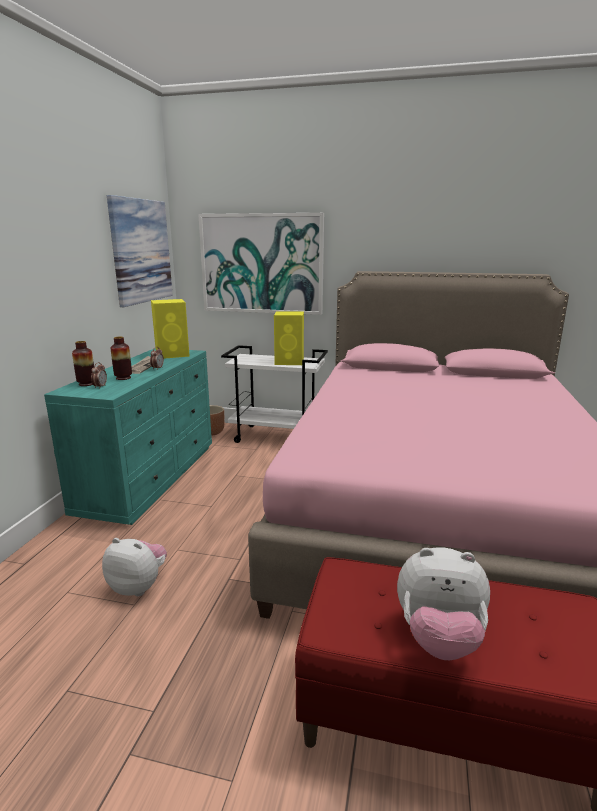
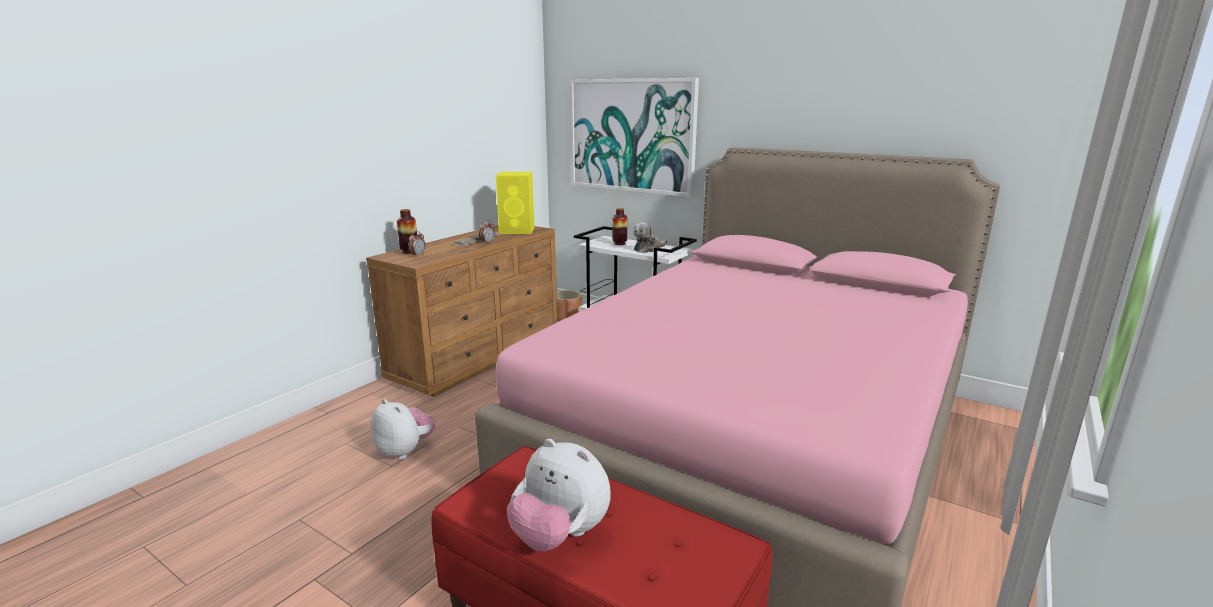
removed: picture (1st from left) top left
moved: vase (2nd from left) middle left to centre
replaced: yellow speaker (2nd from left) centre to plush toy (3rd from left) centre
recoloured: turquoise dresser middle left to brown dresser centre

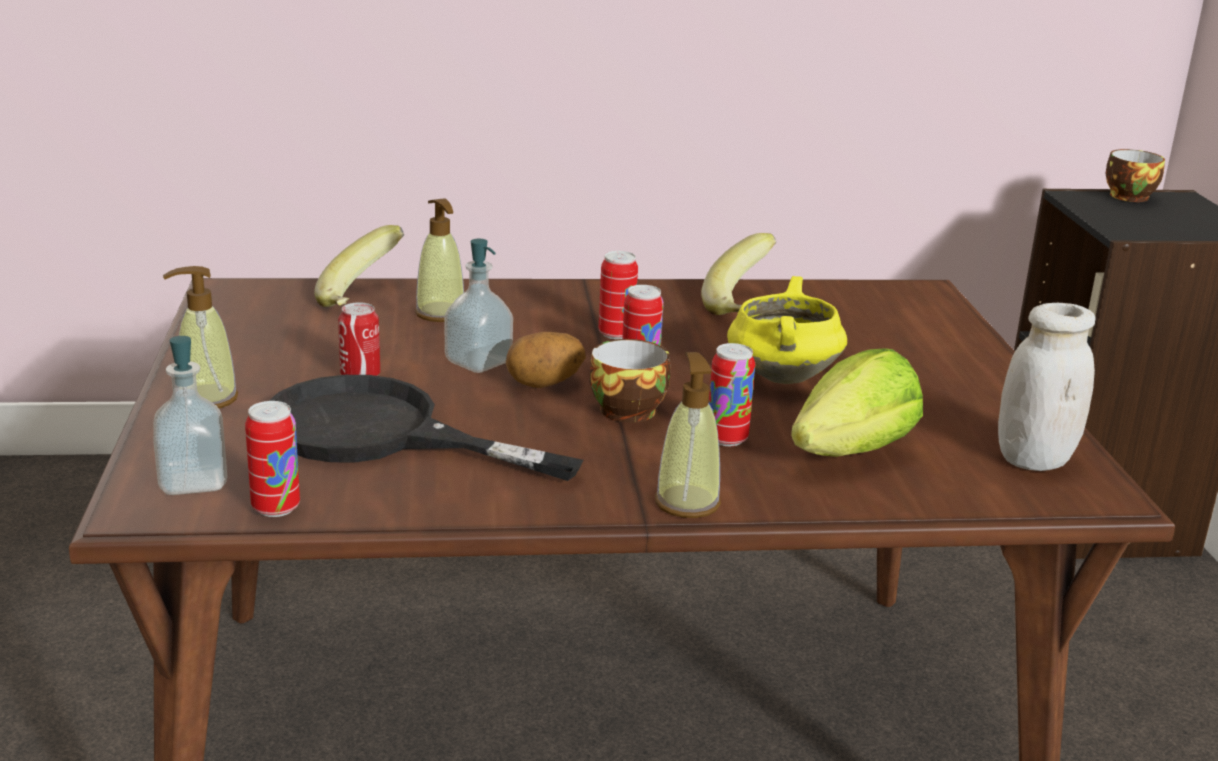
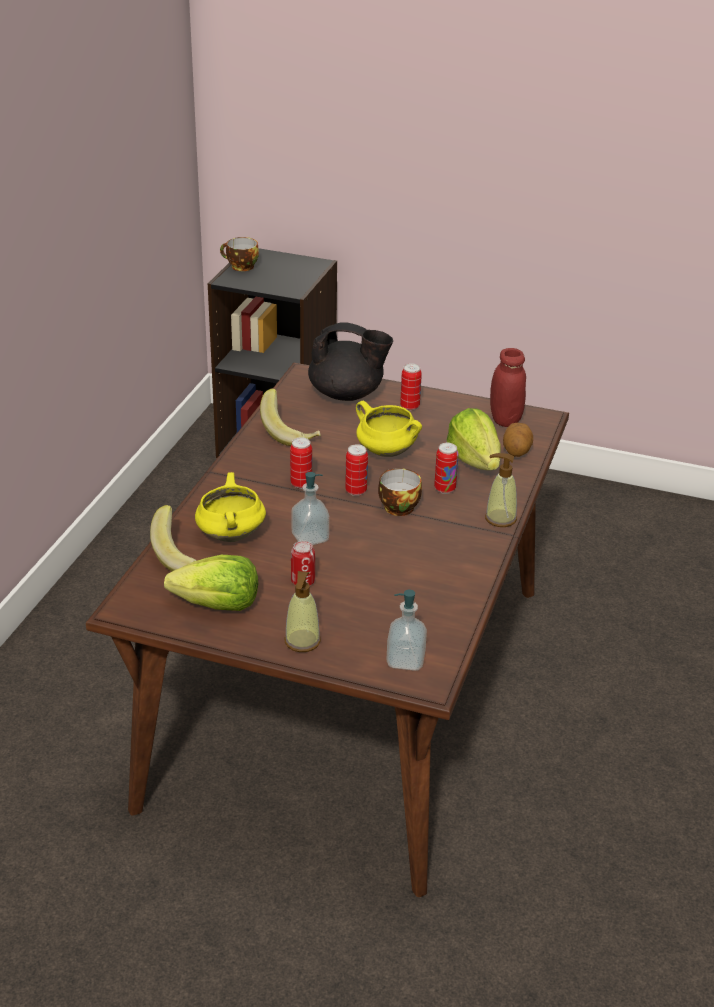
removed: black frying pan centre
added: lettuce (1st from left) middle left; black teapot centre
moved: can (1st from left in the first image) middle left to can (4th from left) centre; potato centre to middle right
replaced: soap dispenser (3rd from left) centre to yellow cooking pot (1st from left) middle left
recoloured: white jar middle right to red jar middle right

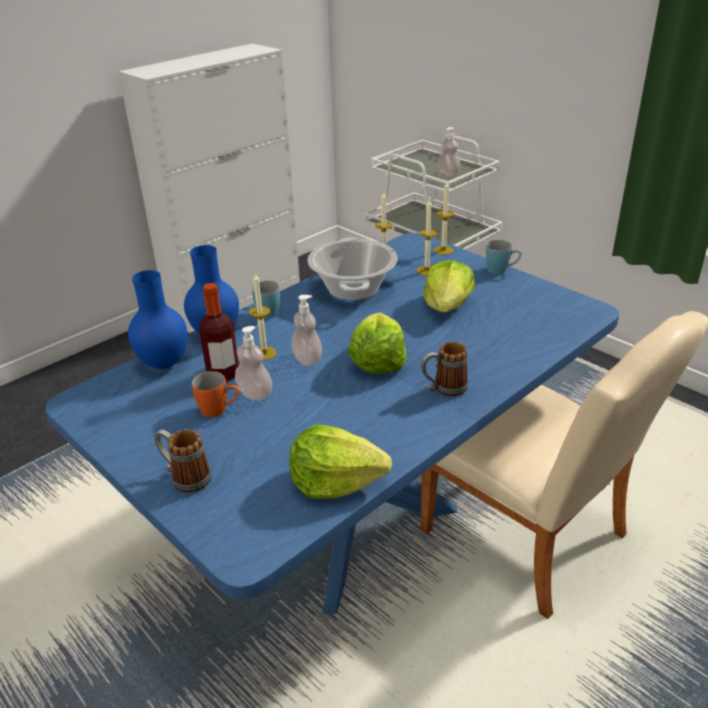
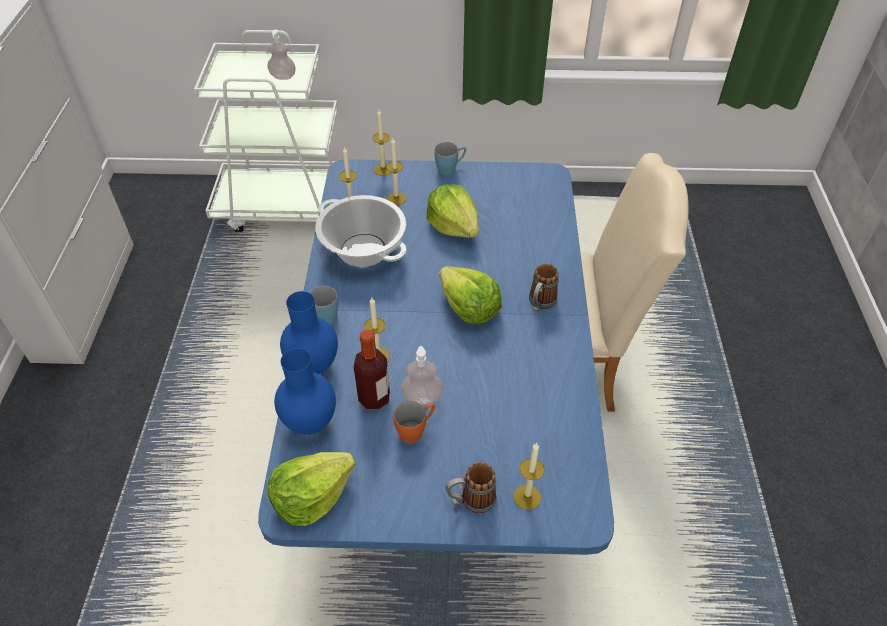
removed: soap dispenser (2nd from left) centre
added: candle (5th from left) bottom centre
moved: lettuce (1st from left) centre to bottom centre

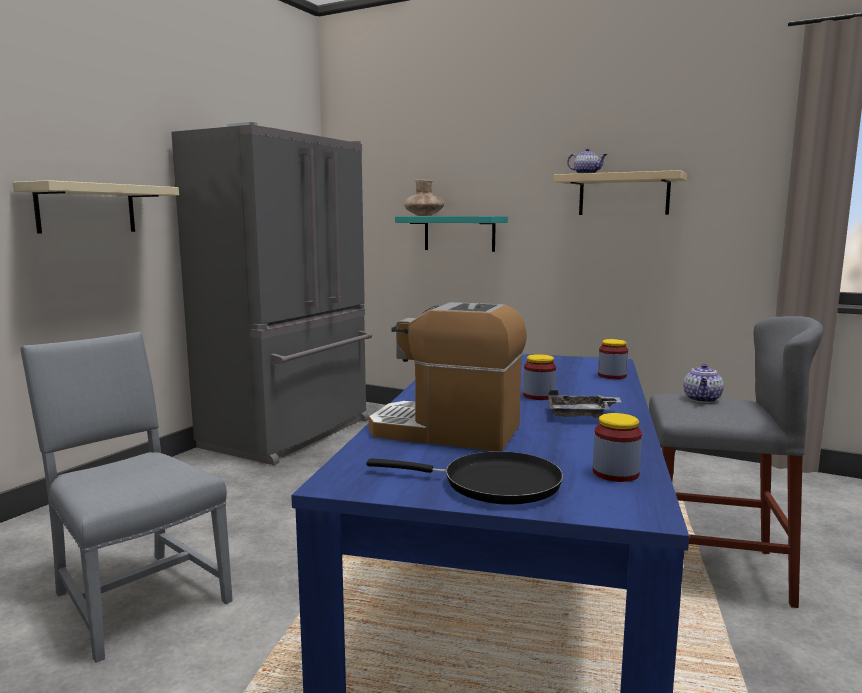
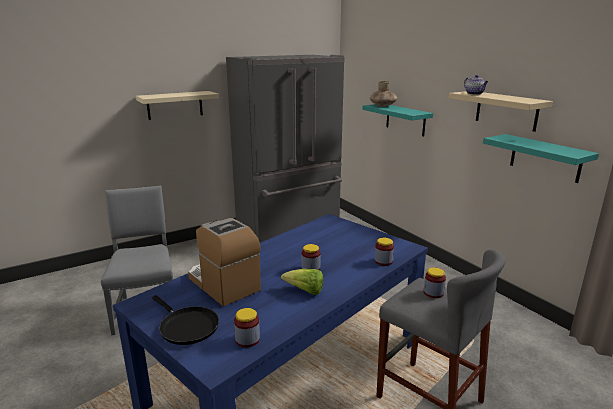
added: turquoise shelf (2nd from left) middle right
replaced: grey tray middle right to lettuce bottom centre; teapot (2nd from left) middle right to jar (4th from left) bottom right

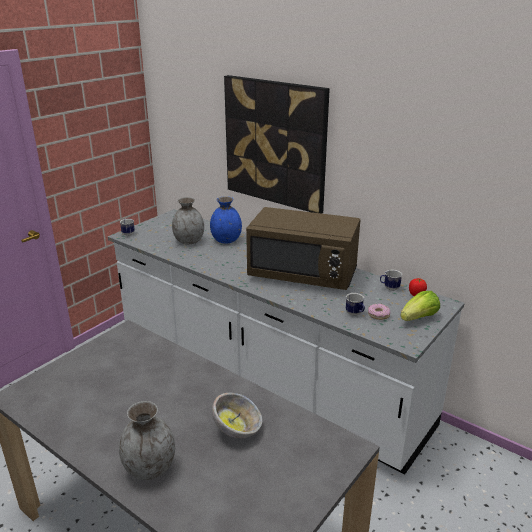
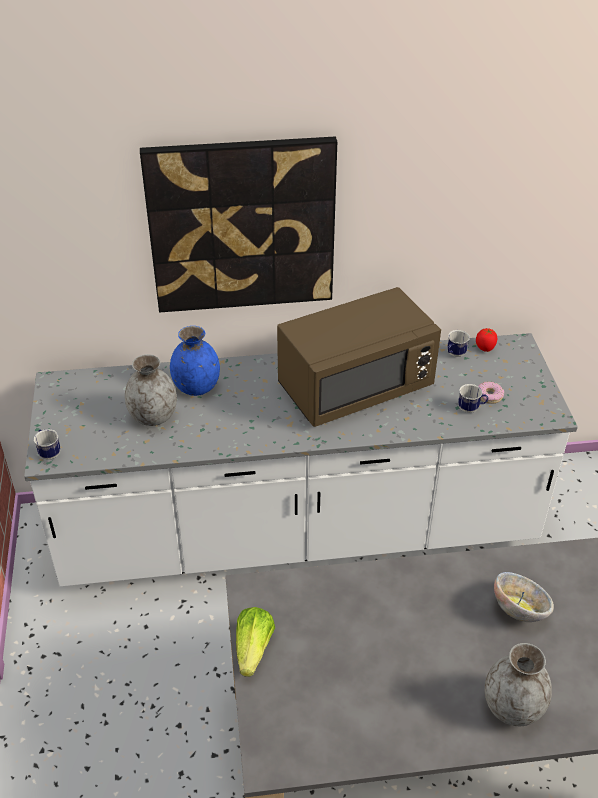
moved: lettuce middle right to bottom centre

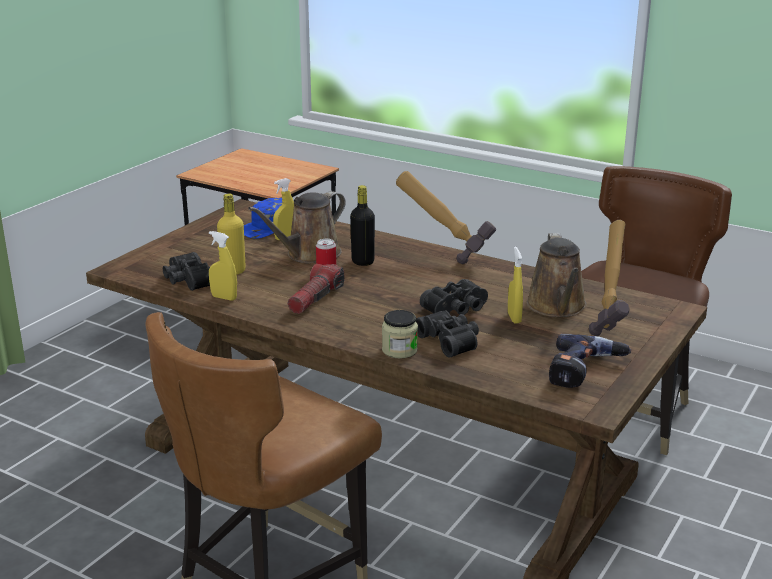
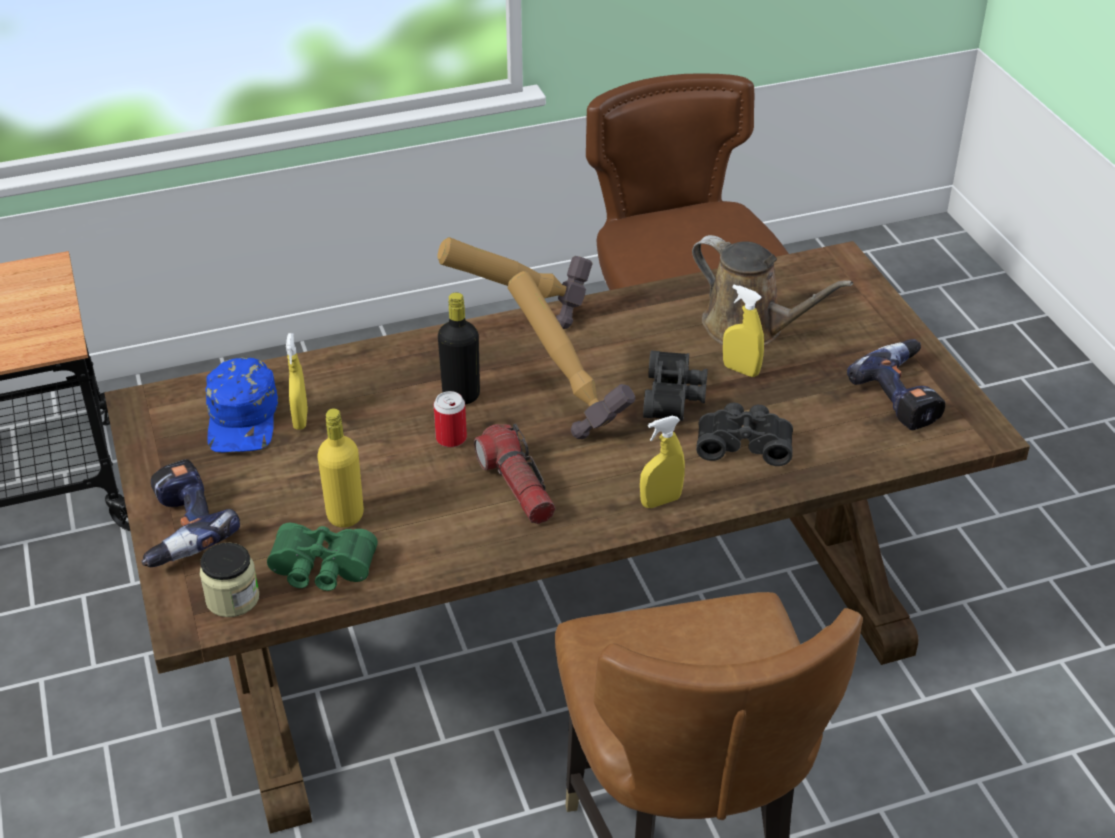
removed: brown watering can (1st from left) centre
added: power drill (1st from left) middle left
moved: yellow spray bottle (1st from left in the first image) middle left to yellow spray bottle (2nd from left) centre; jar centre to bottom left; hammer (2nd from left) middle right to centre
recoloured: black binoculars (1st from left) middle left to green binoculars middle left

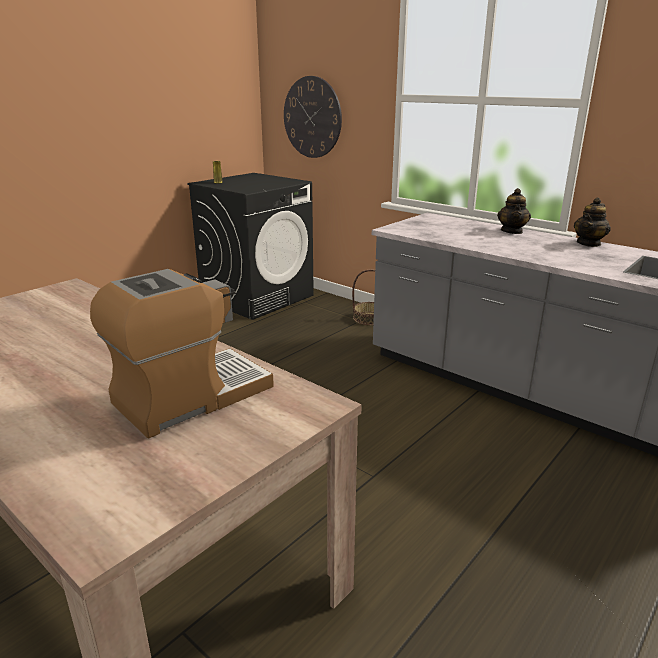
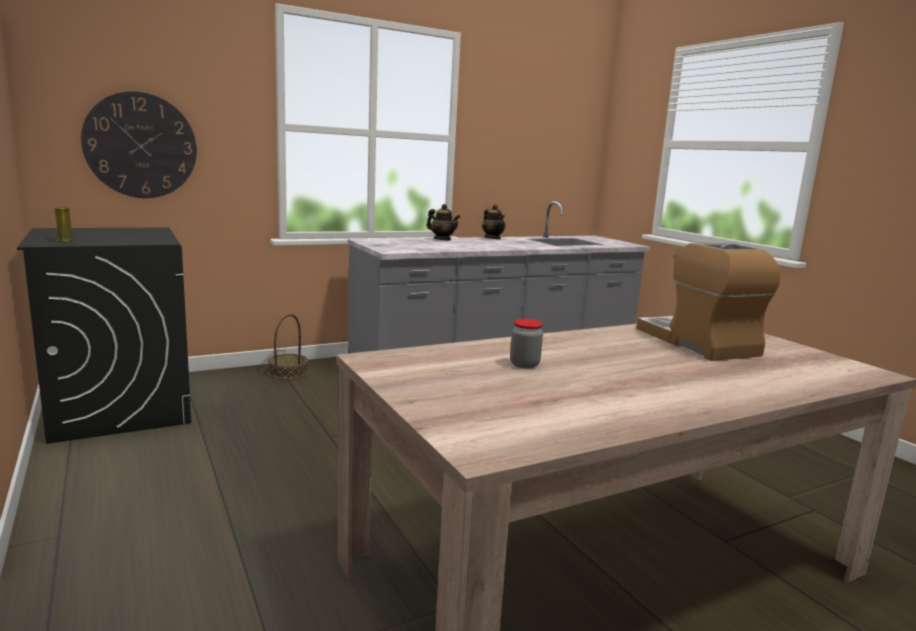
added: jar centre

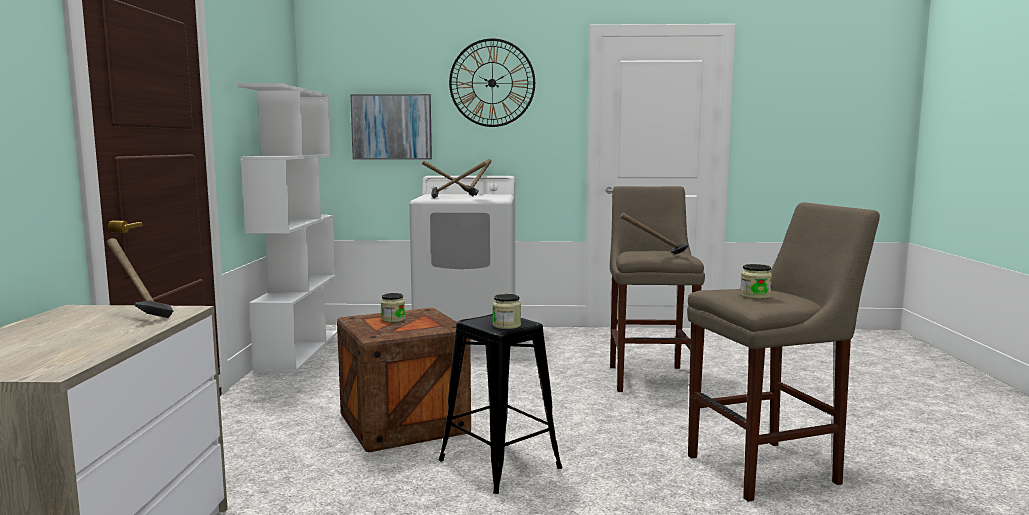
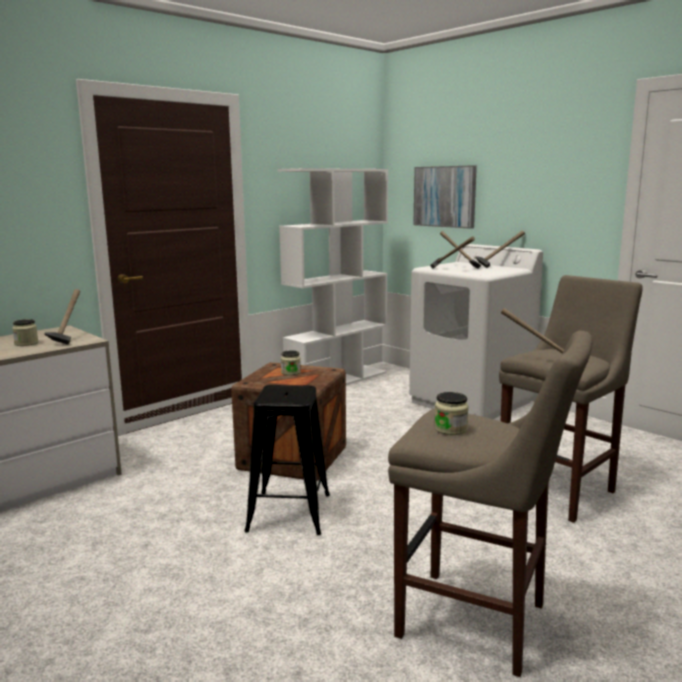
removed: wall clock top centre
moved: jar (2nd from left in the first image) centre to jar (1st from left) middle left

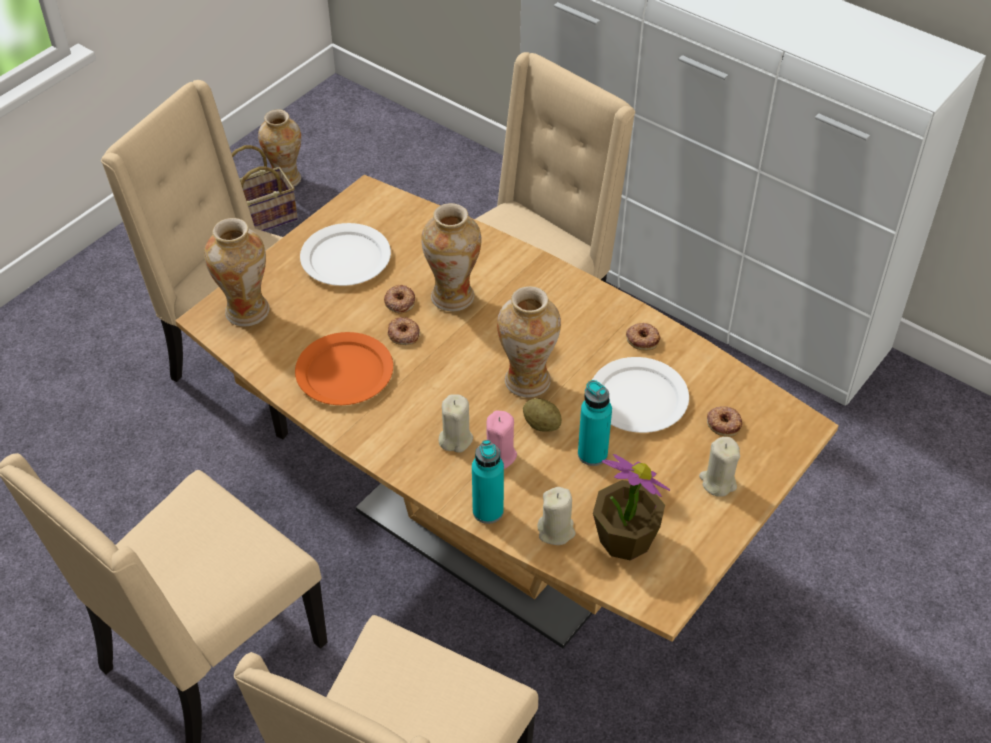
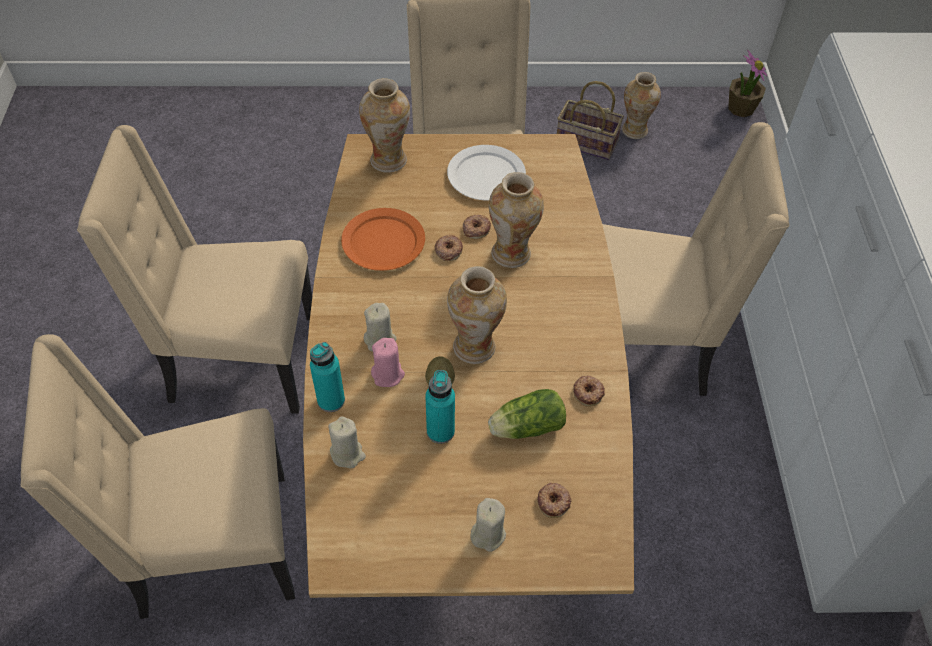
moved: potted plant bottom centre to top right
replaced: white plate (2nd from left) centre to lettuce centre

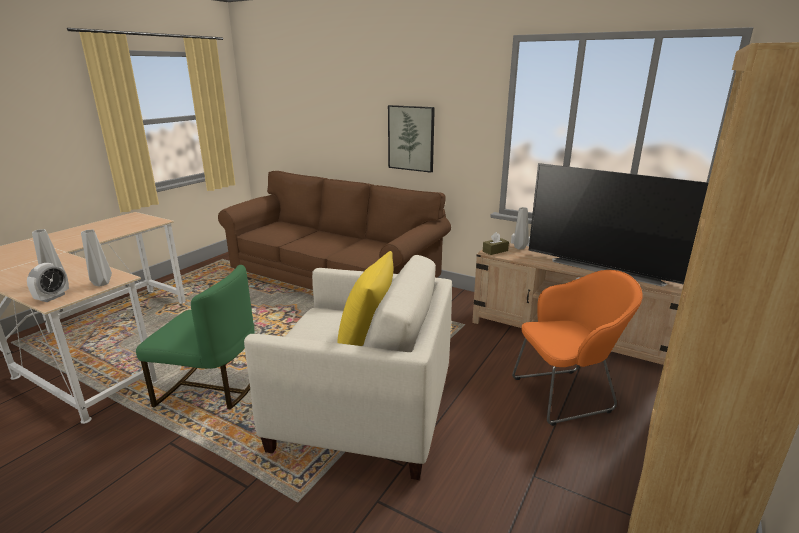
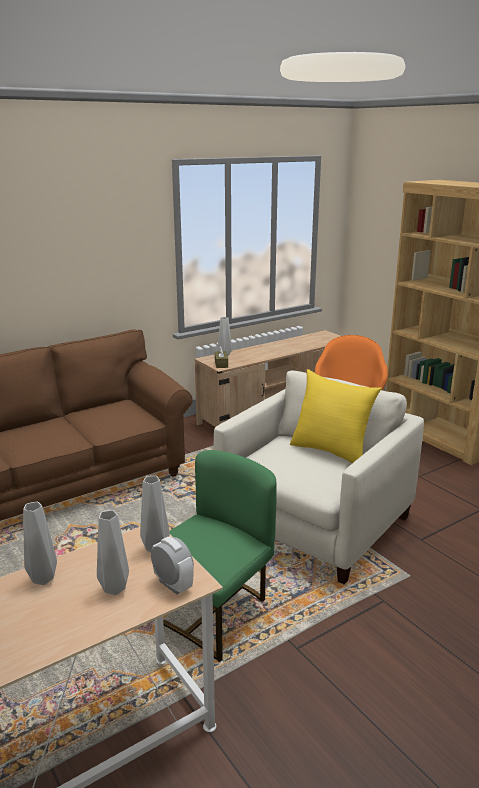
removed: picture top centre; television middle right
added: grey vase (1st from left) bottom left

